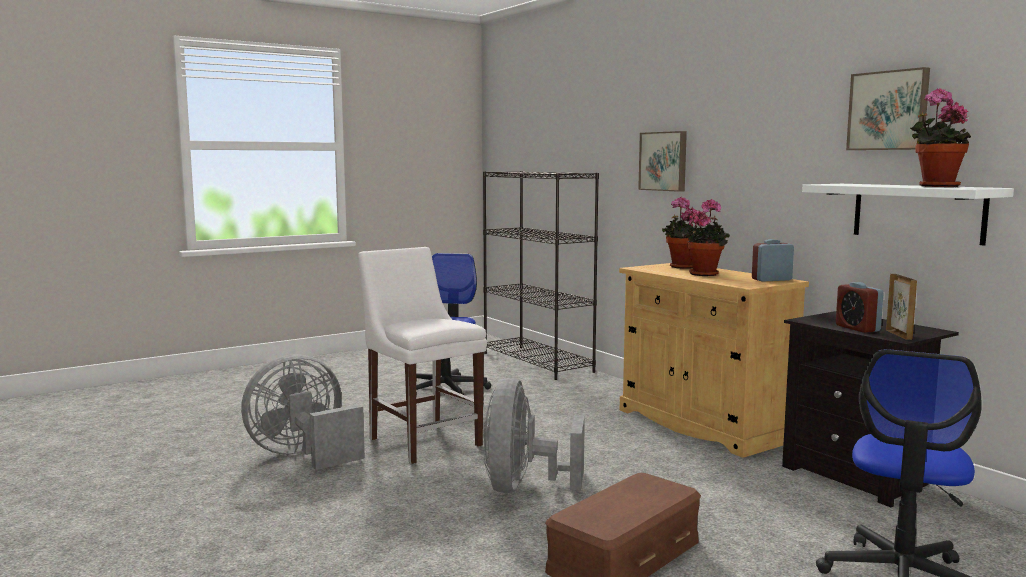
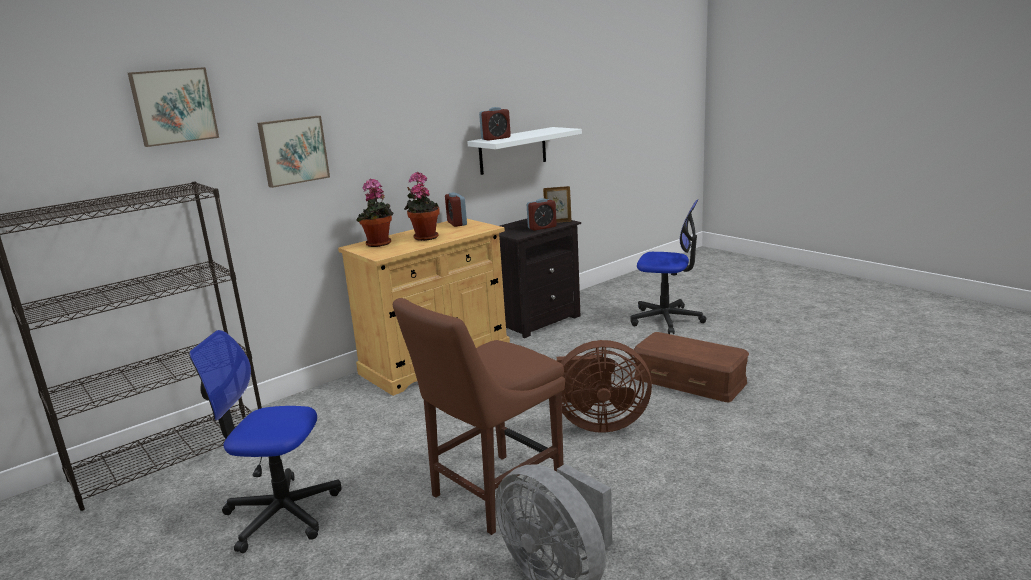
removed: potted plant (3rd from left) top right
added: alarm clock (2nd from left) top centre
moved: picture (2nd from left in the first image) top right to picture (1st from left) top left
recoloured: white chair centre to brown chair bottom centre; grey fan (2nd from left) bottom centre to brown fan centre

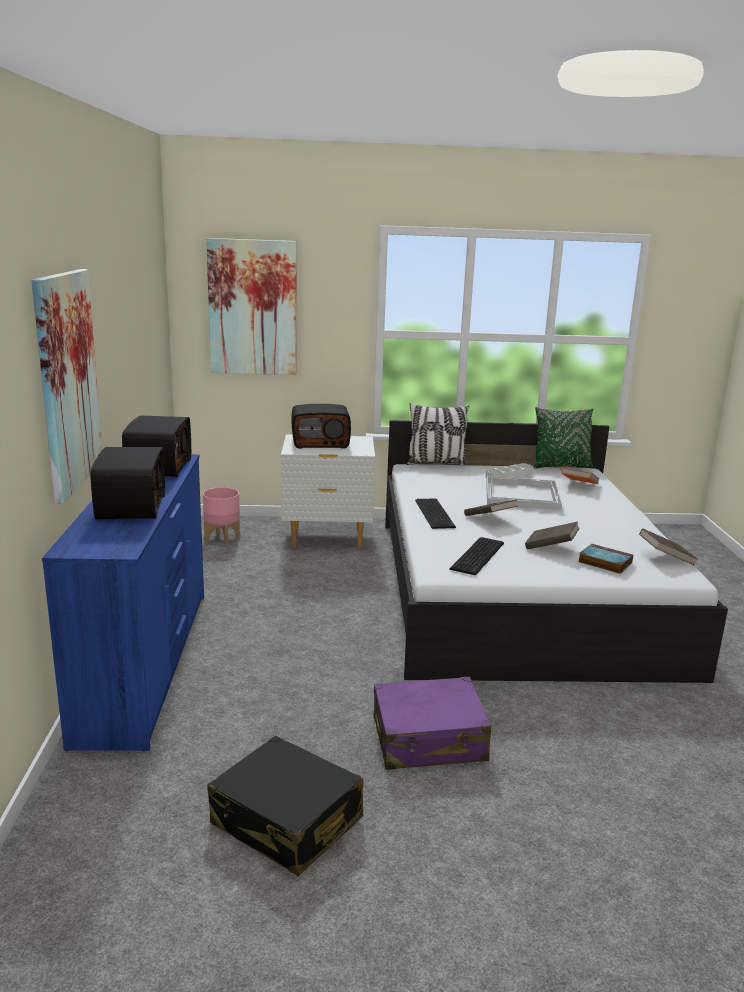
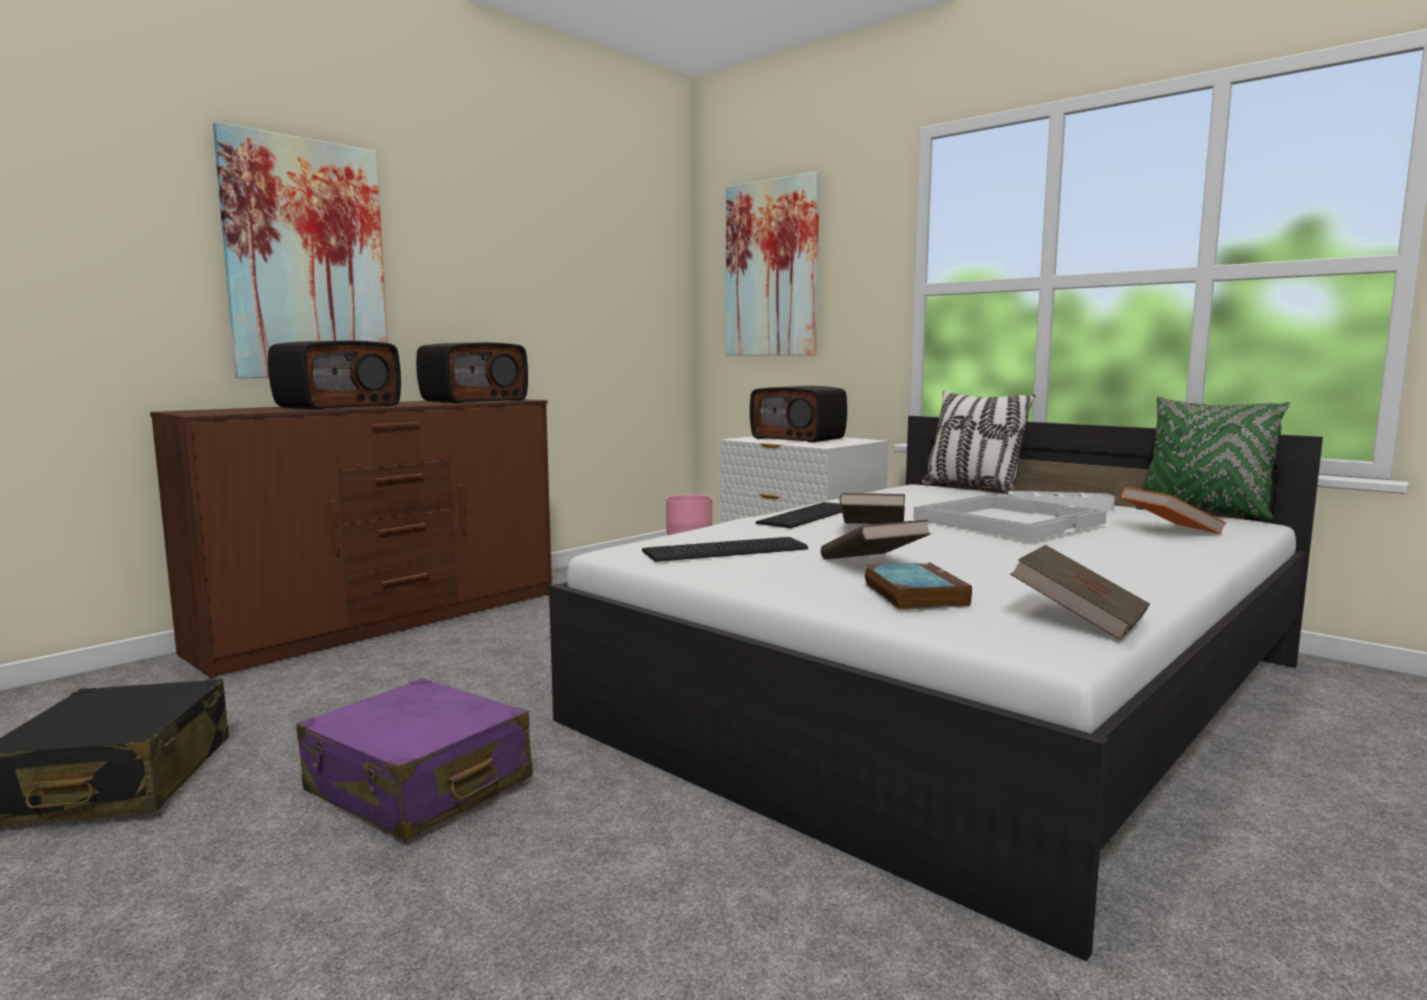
recoloured: blue dresser middle left to brown dresser middle left

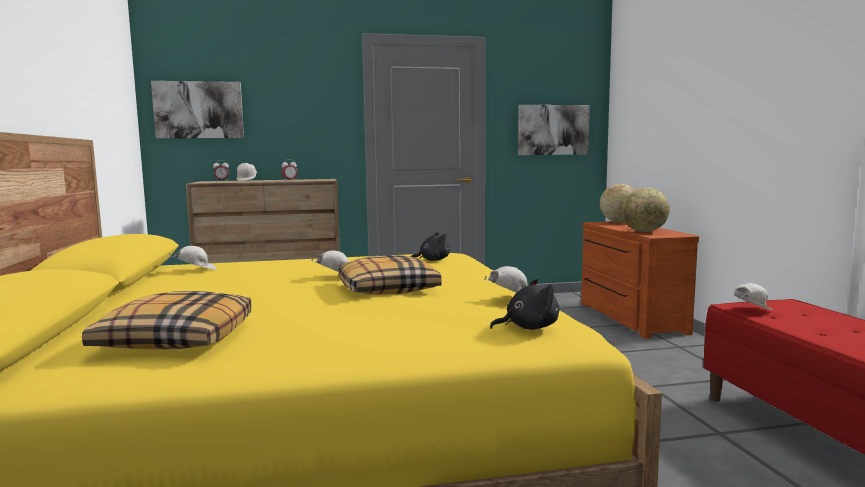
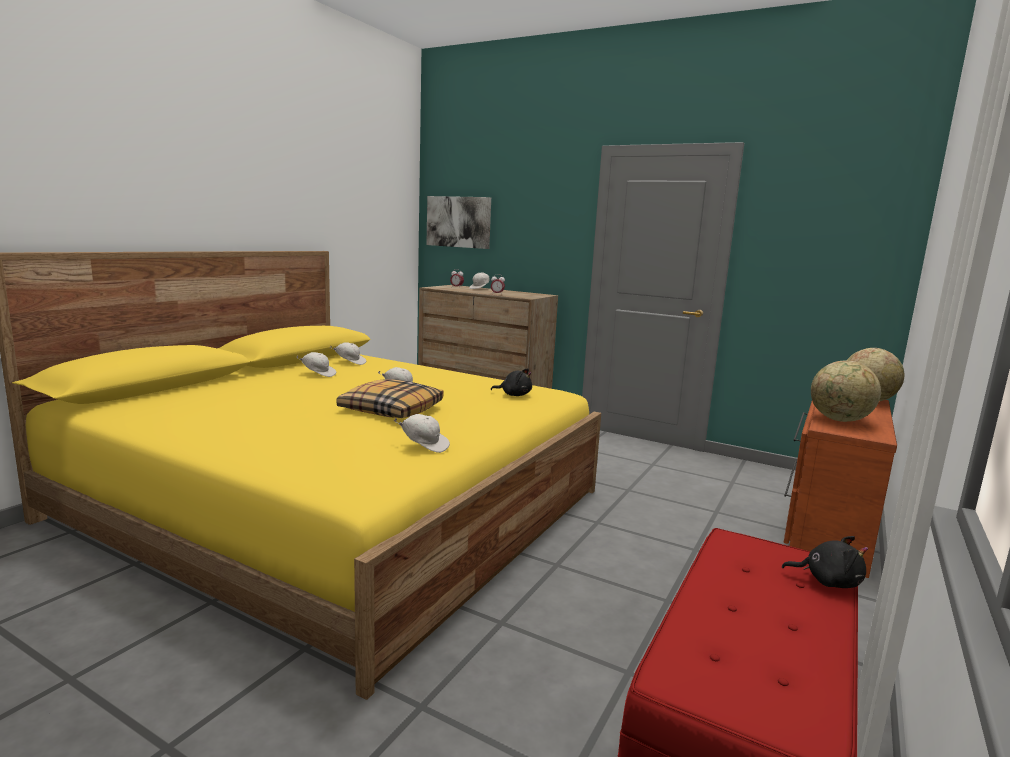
removed: pillow (1st from left) middle left; picture (2nd from left) top centre
moved: black plush toy (2nd from left) centre to bottom right; white cap (5th from left in the first image) middle right to white cap (1st from left) middle left

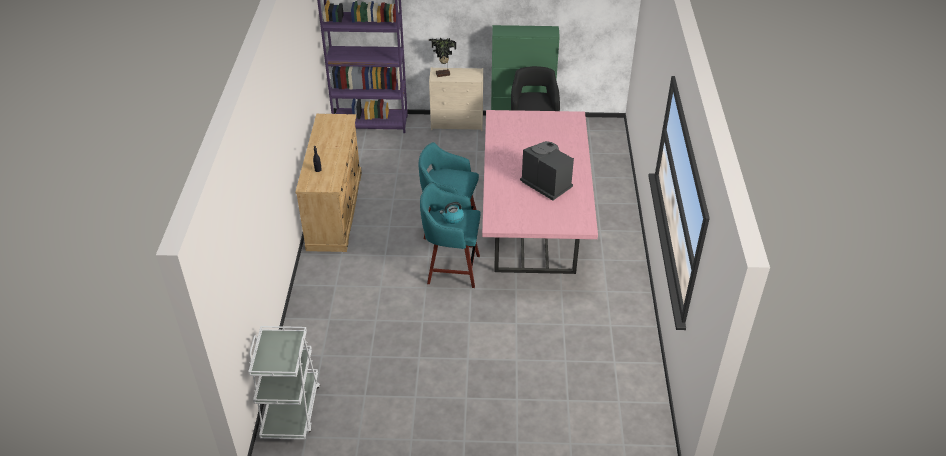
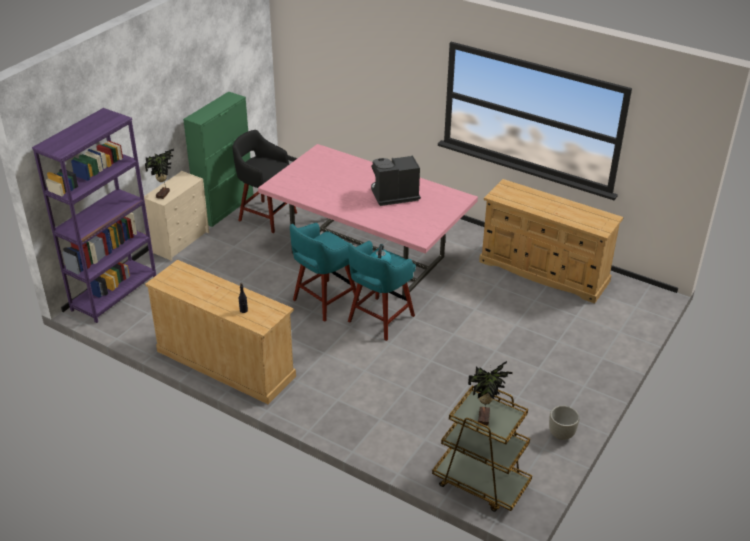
added: potted plant (2nd from left) bottom centre; beige dresser (3rd from left) middle right; grey planter bottom right
recoloured: white cart bottom left to brown cart bottom centre

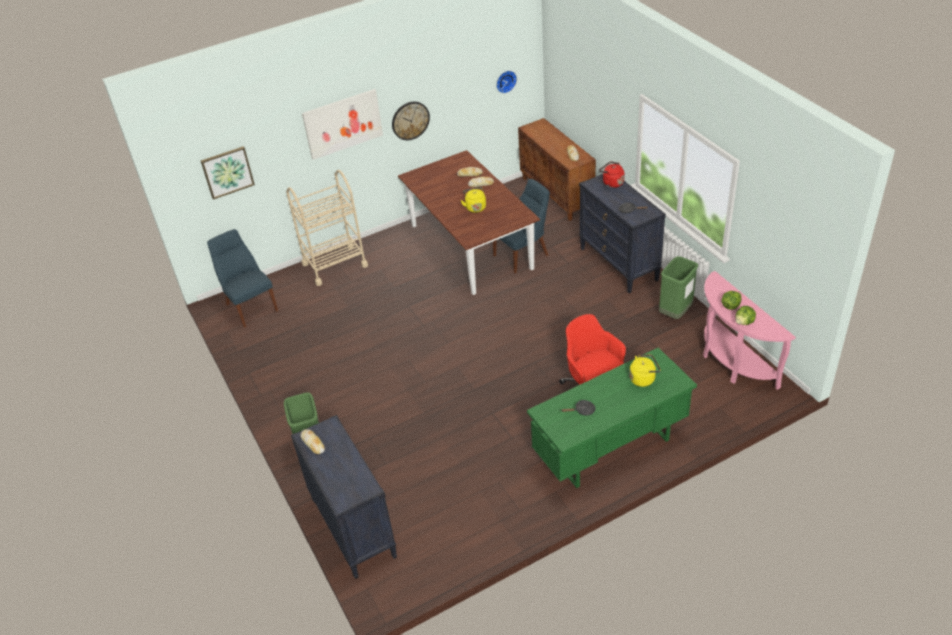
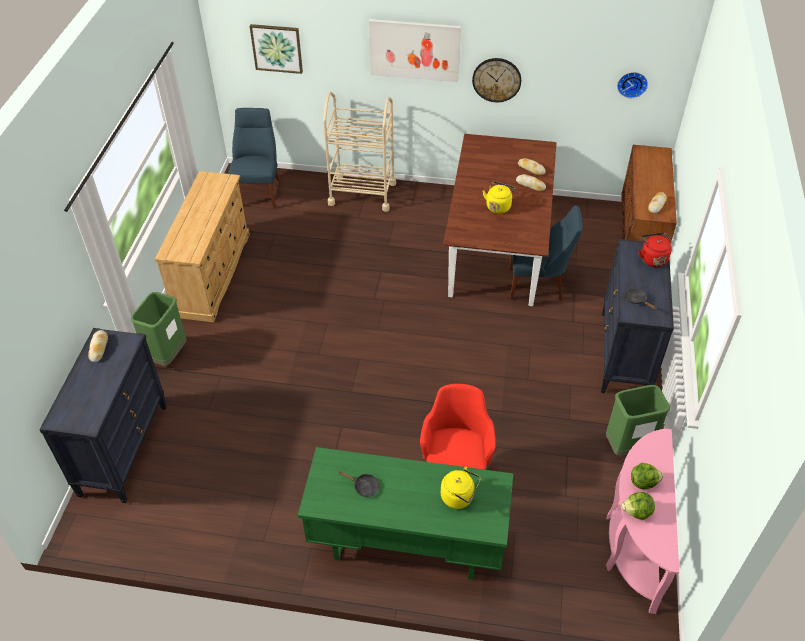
added: beige dresser middle left

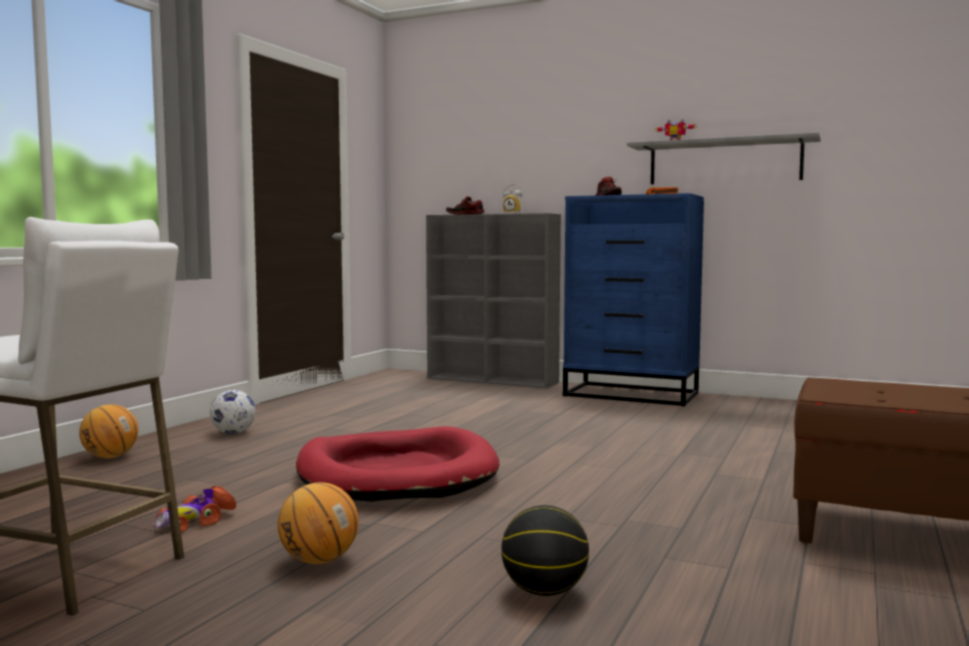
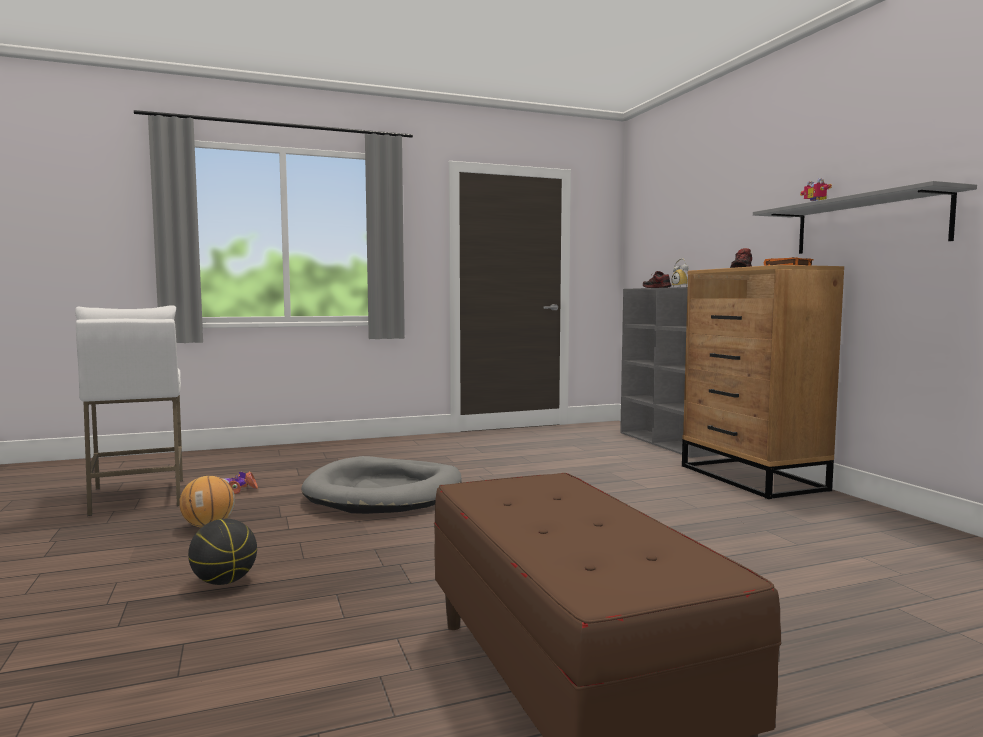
removed: basketball (1st from left) bottom left; football middle left
recoloured: red dog bed bottom centre to grey dog bed centre; blue dresser centre to brown dresser middle right

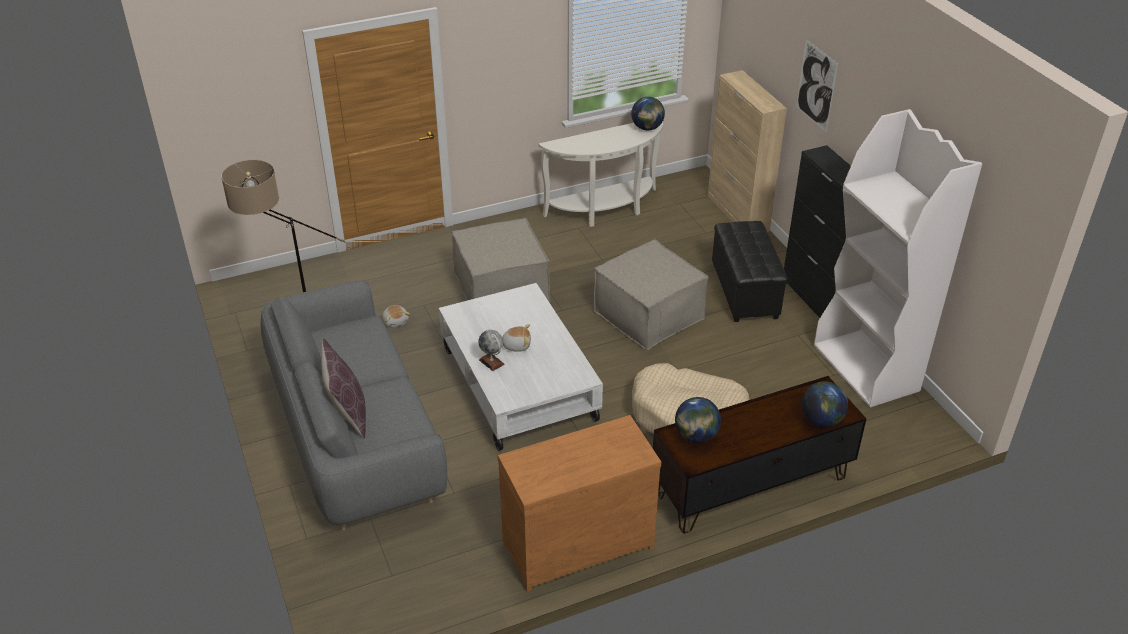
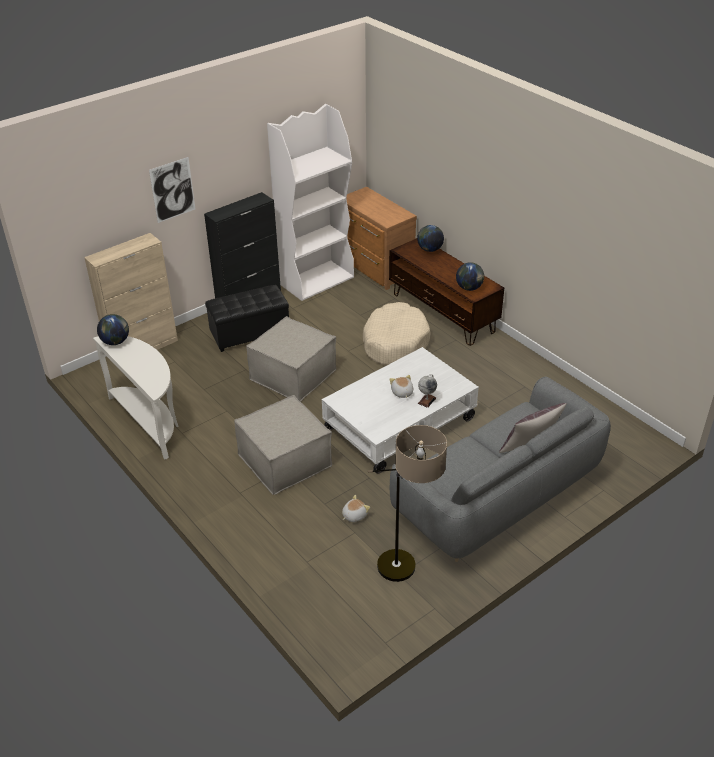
moved: brown dresser bottom centre to top centre

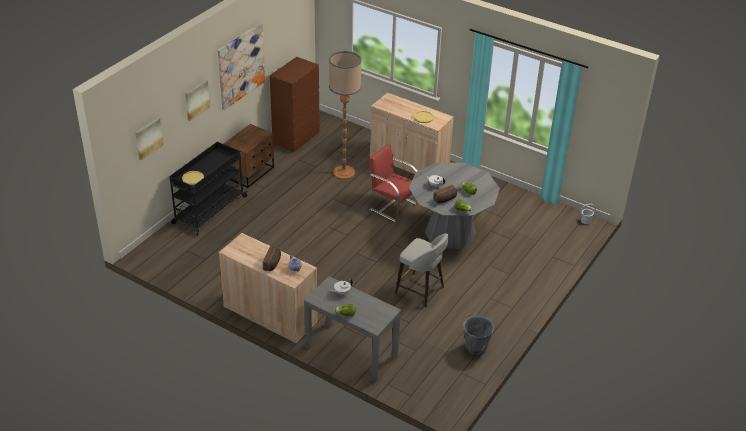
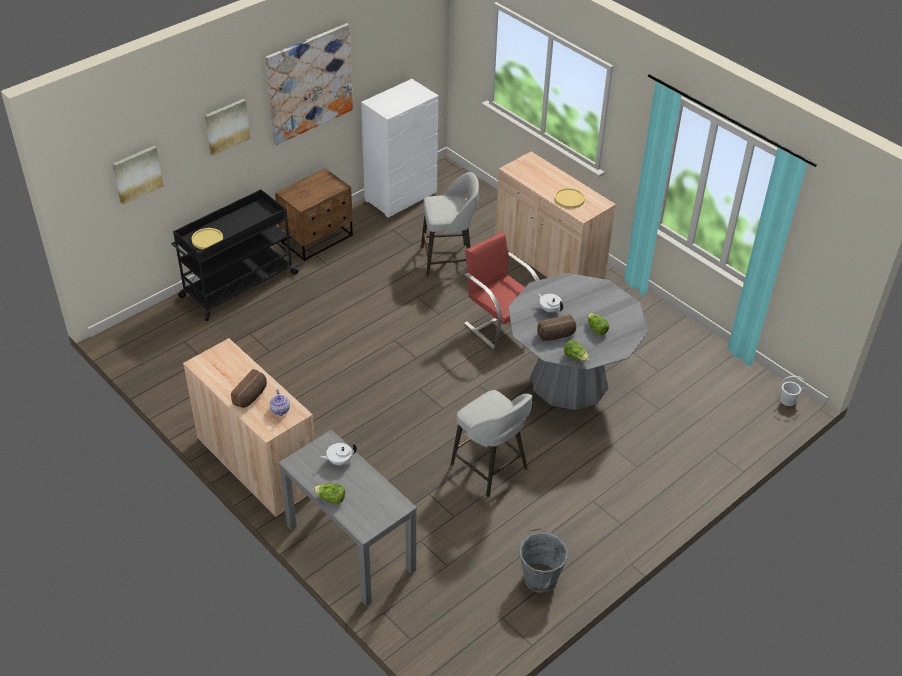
replaced: floor lamp top centre to grey stool (1st from left) top centre
recoloured: brown dresser top centre to white dresser top centre

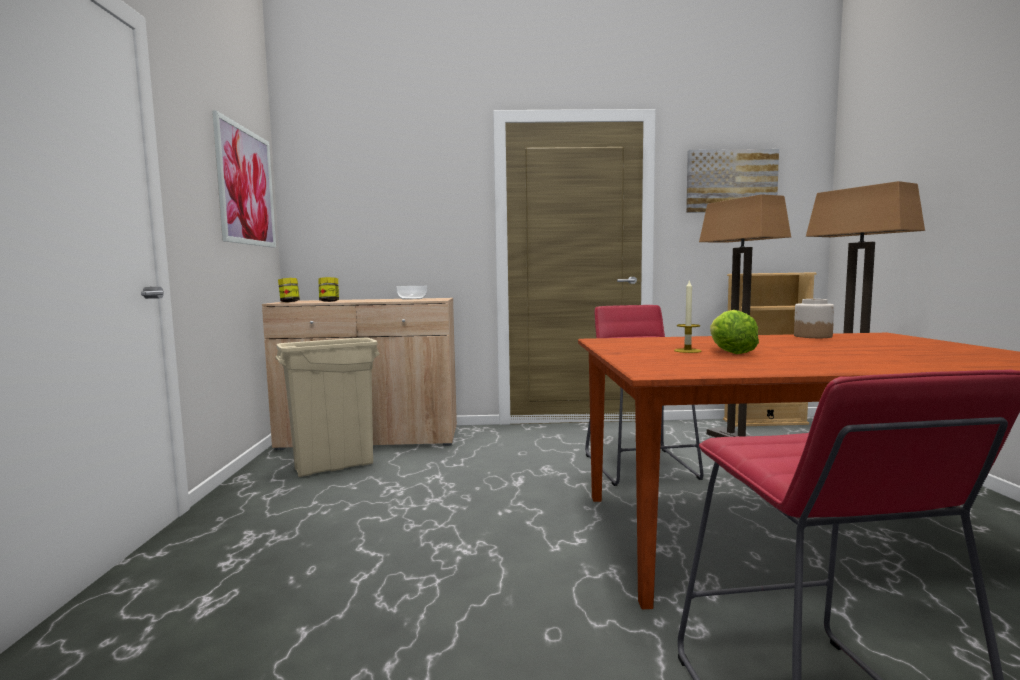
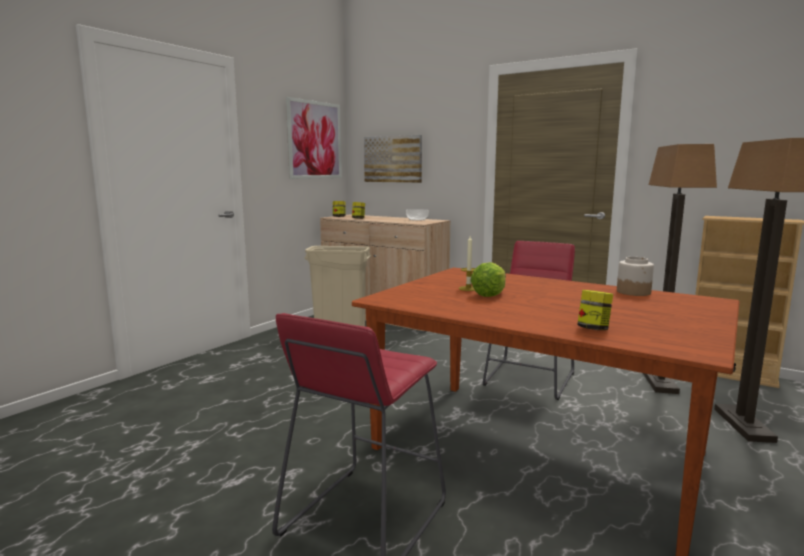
added: jar (3rd from left) middle right
moved: picture (2nd from left) top right to top centre

